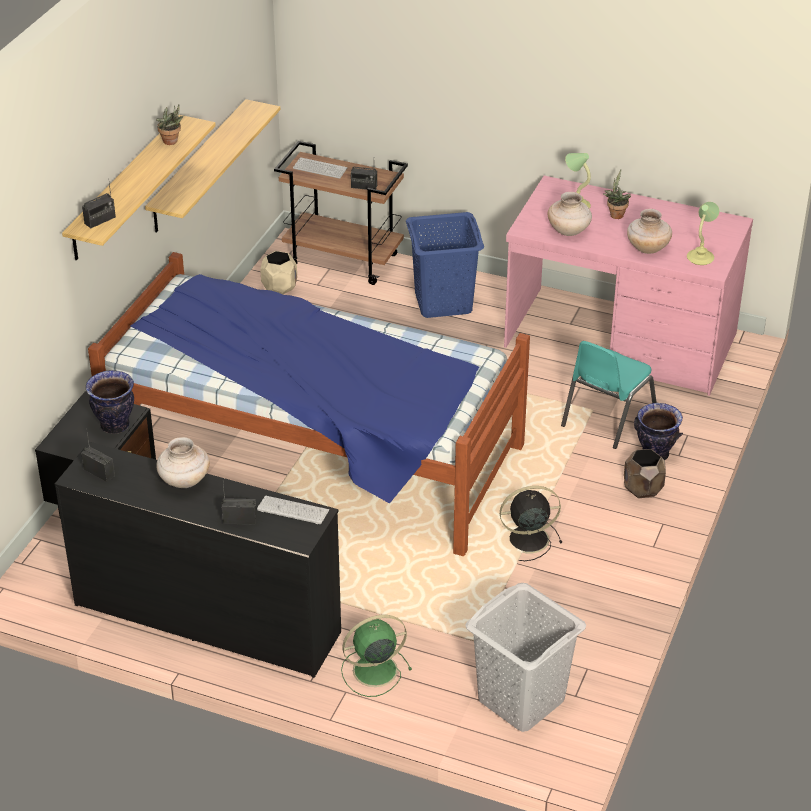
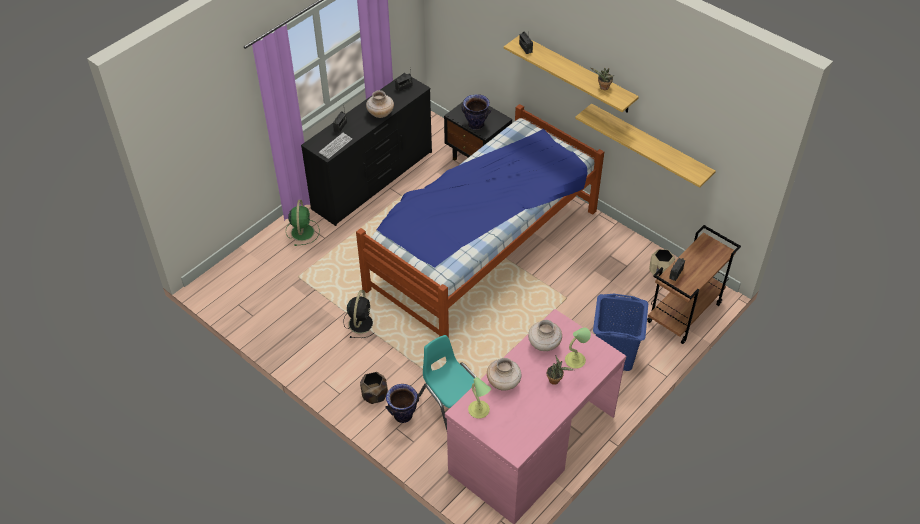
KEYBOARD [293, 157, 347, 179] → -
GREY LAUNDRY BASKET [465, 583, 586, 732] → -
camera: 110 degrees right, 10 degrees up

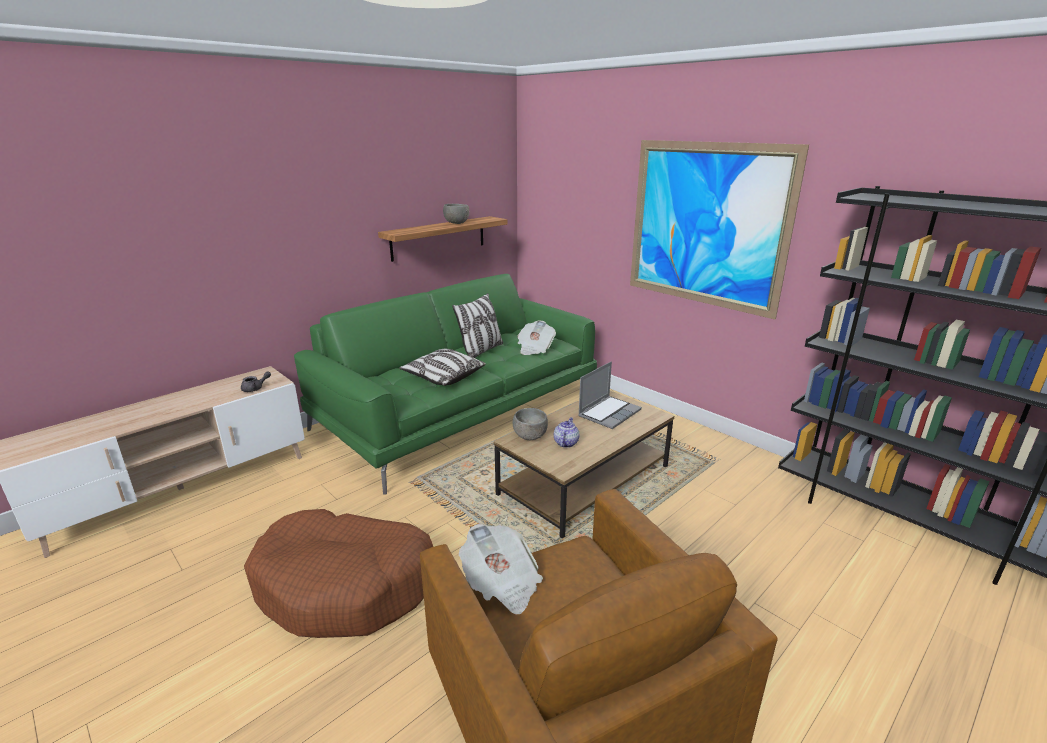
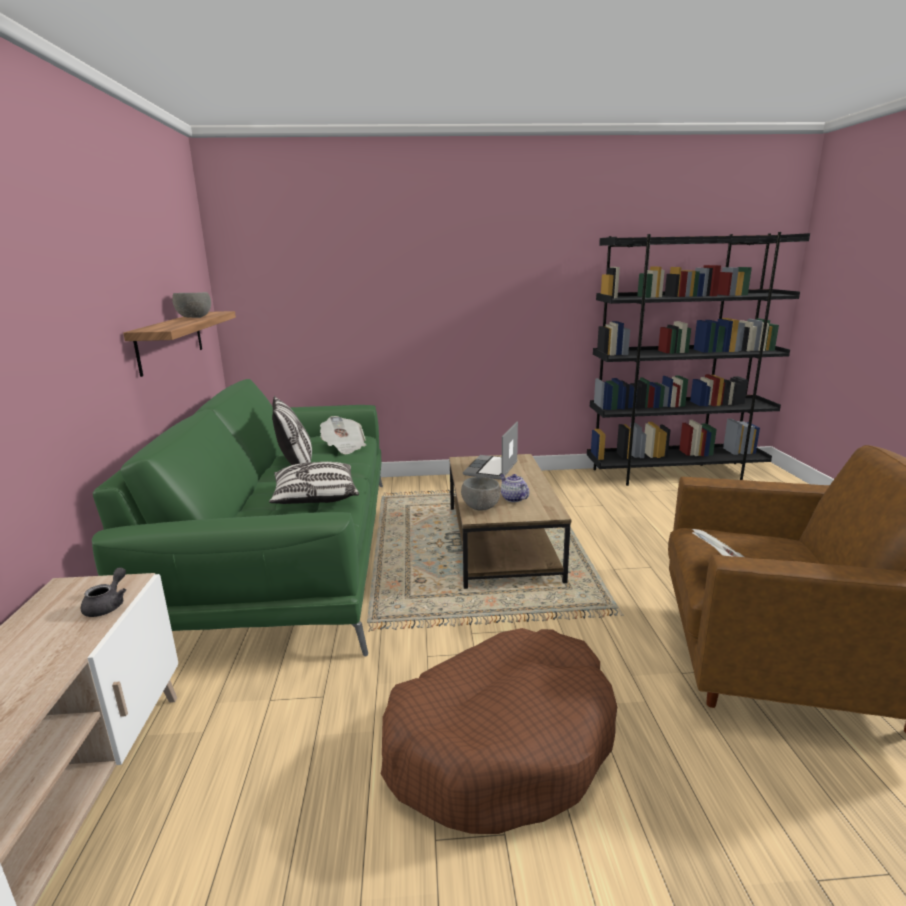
PICTURE [630, 140, 809, 320] → -
LAPTOP [578, 361, 642, 429] → LAPTOP [463, 422, 518, 480], 150 degrees counterclockwise
camera: 50 degrees left, 5 degrees down

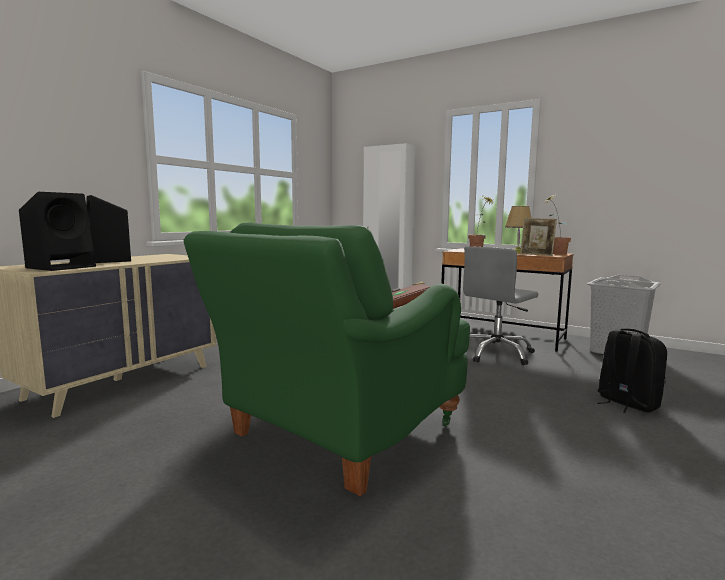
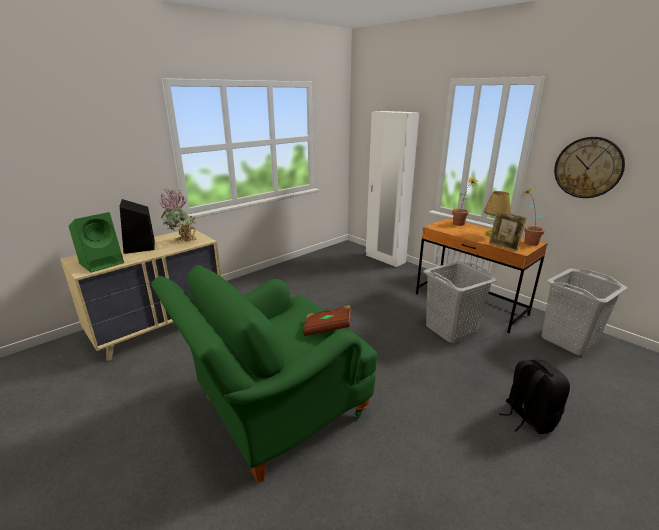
- → POTTED PLANT [158, 189, 197, 243]
- → WALL CLOCK [554, 137, 625, 198]
GREY OFFICE CHAIR [463, 246, 538, 365] → GREY LAUNDRY BASKET [423, 261, 497, 343]
BLACK SPEAKER [19, 192, 96, 271] → GREEN SPEAKER [68, 212, 124, 273]
camera: 15 degrees right, 15 degrees up

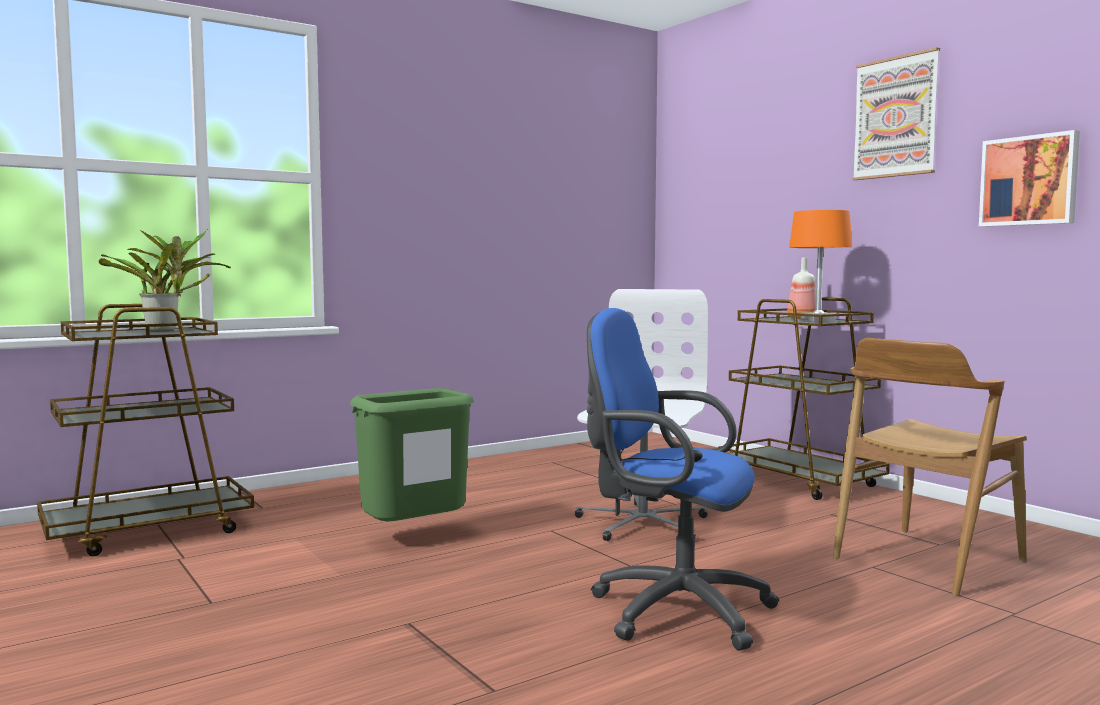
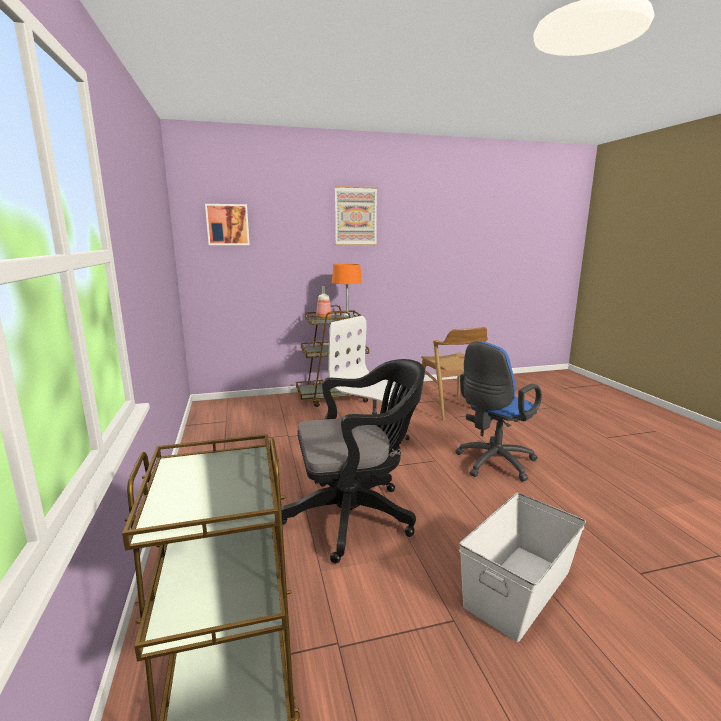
POTTED PLANT [99, 229, 231, 331] → -
- → WHITE STORAGE BOX [459, 493, 586, 642]
PICTURE [979, 130, 1080, 227] → PICTURE [205, 204, 250, 245], moved
GREEN TRASH CAN [350, 388, 474, 521] → BLACK OFFICE CHAIR [281, 359, 425, 564]
camera: 70 degrees left, 10 degrees up

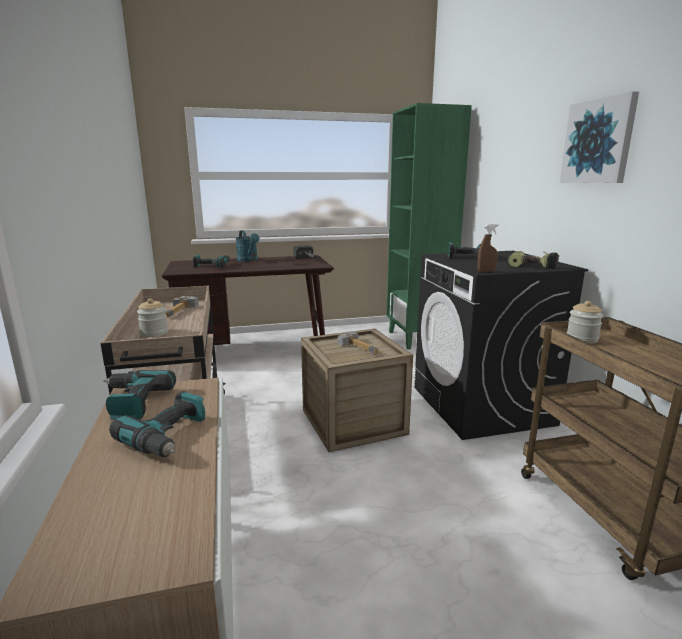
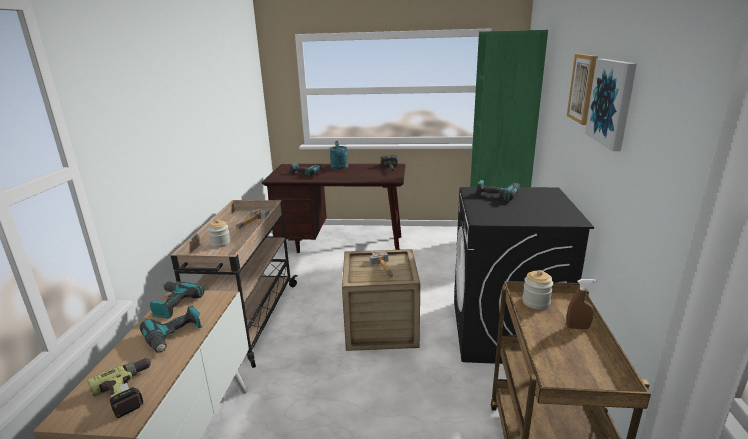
- → PICTURE [567, 54, 598, 125]
BROWN SPRAY BOTTLE [477, 224, 499, 272] → BROWN SPRAY BOTTLE [566, 279, 597, 329], moved
POWER DRILL [508, 251, 560, 269] → POWER DRILL [87, 358, 152, 418], moved
camera: 20 degrees right, 5 degrees up

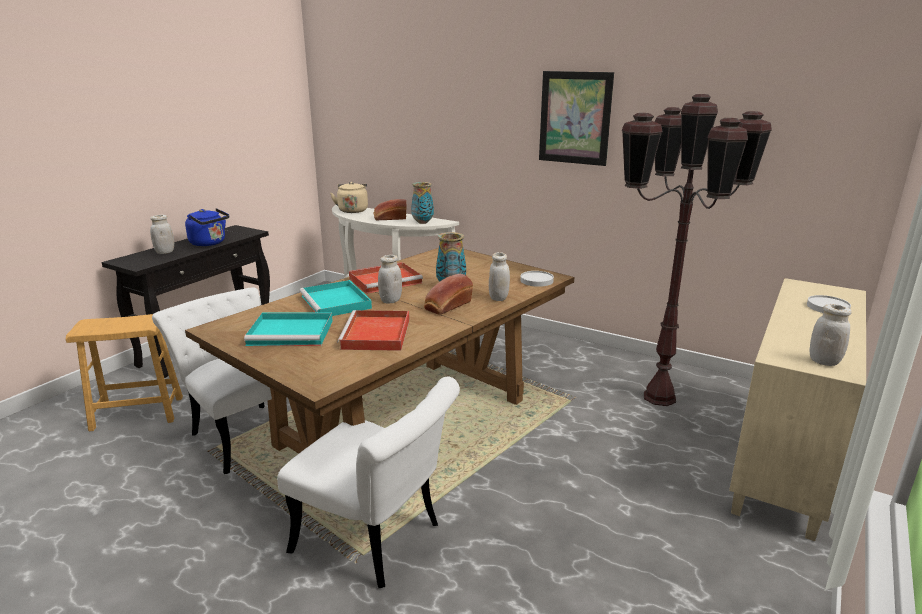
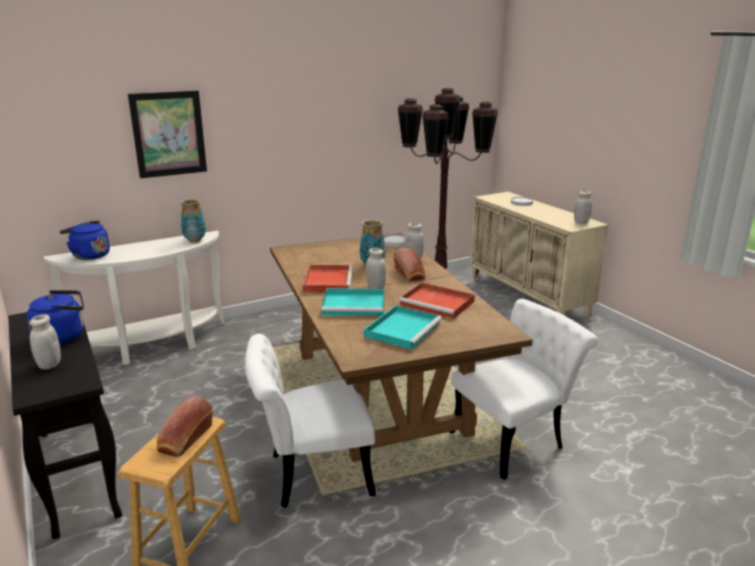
BREAD [374, 199, 407, 221] → BREAD [157, 396, 212, 457], moved
PICTURE [539, 71, 614, 166] → PICTURE [128, 91, 207, 178], moved
BEIGE KETTLE [330, 182, 368, 213] → BLUE KETTLE [60, 220, 110, 260]
camera: 60 degrees left, 0 degrees up

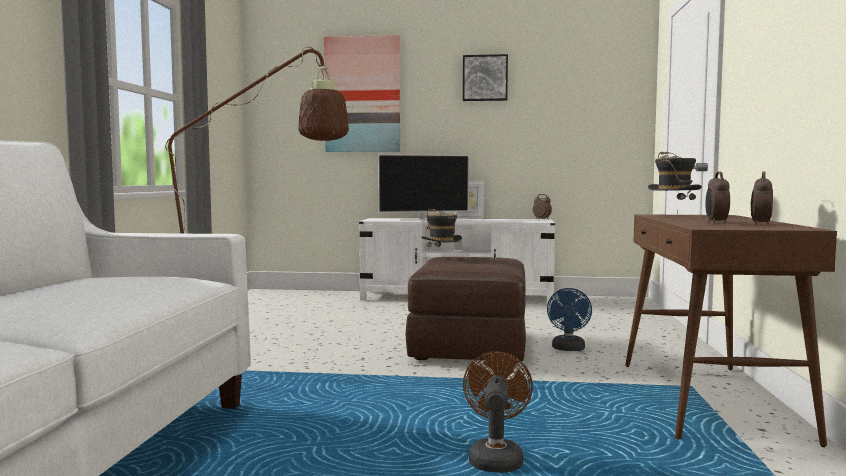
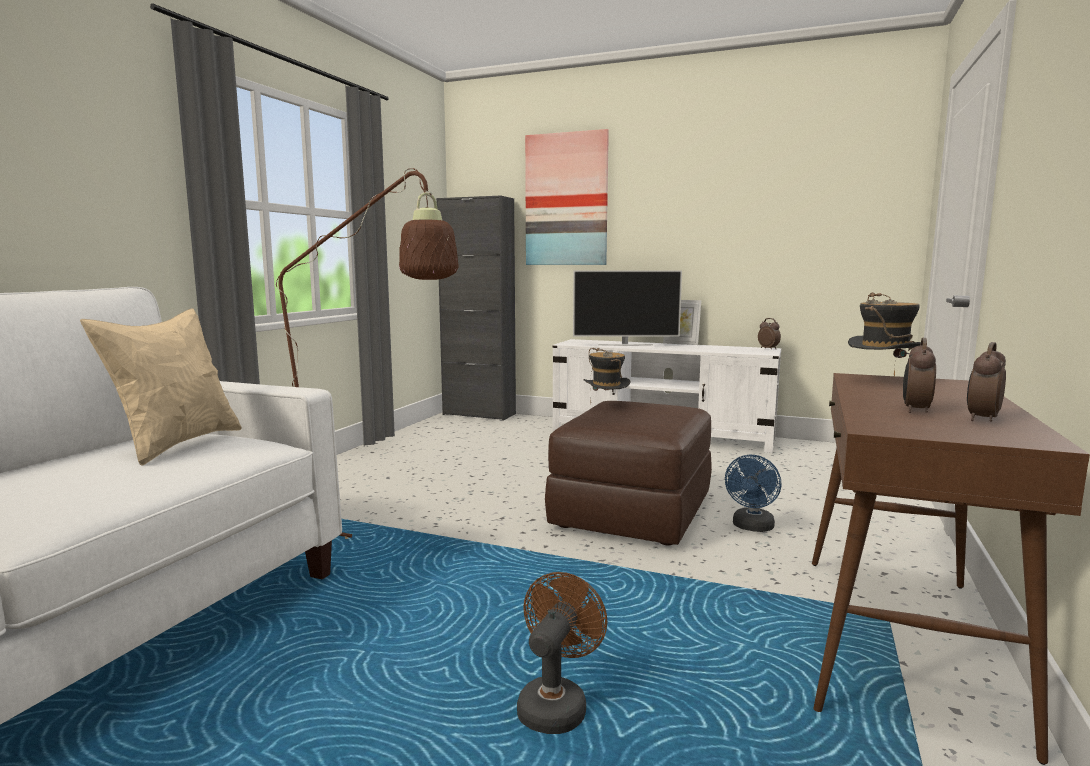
PICTURE [463, 54, 508, 101] → -
- → BEIGE PILLOW [80, 308, 242, 465]
- → BLACK CABINET [436, 195, 516, 421]
camera: 15 degrees right, 5 degrees up

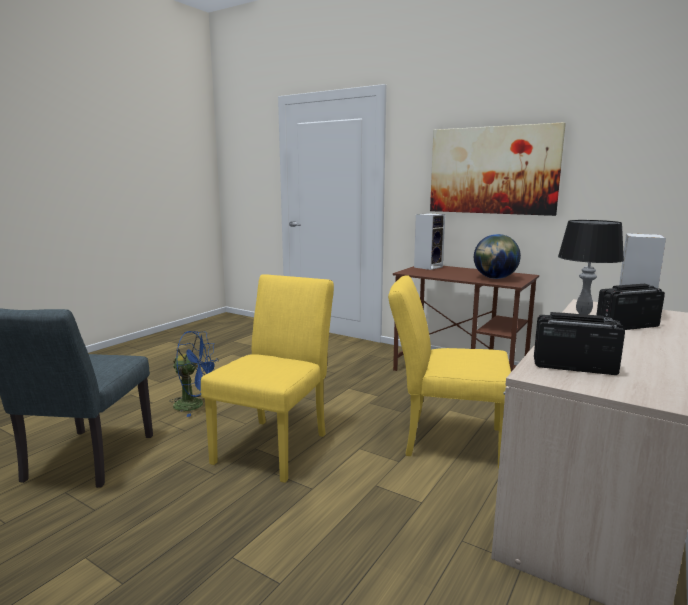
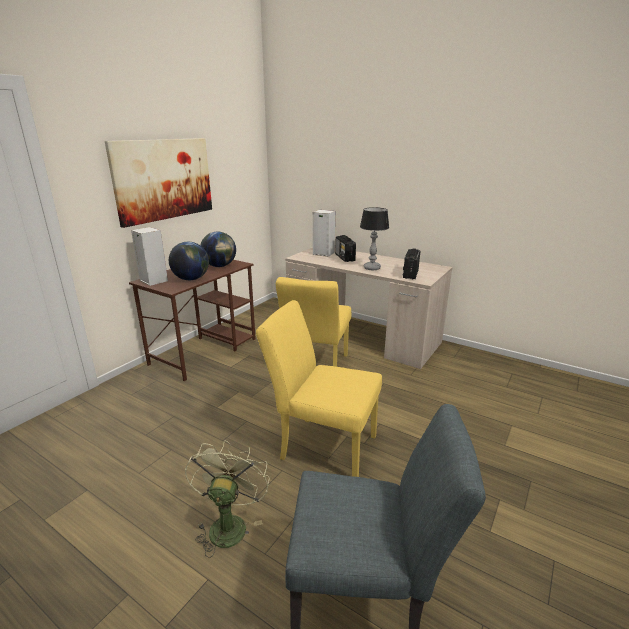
- → GLOBE [169, 242, 209, 280]
BLUE FAN [169, 331, 219, 417] → GREEN FAN [185, 440, 270, 558]
camera: 90 degrees left, 10 degrees up

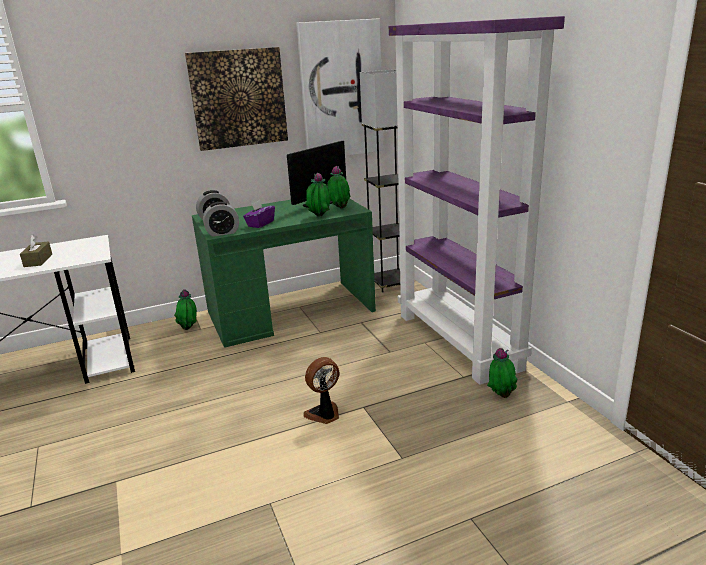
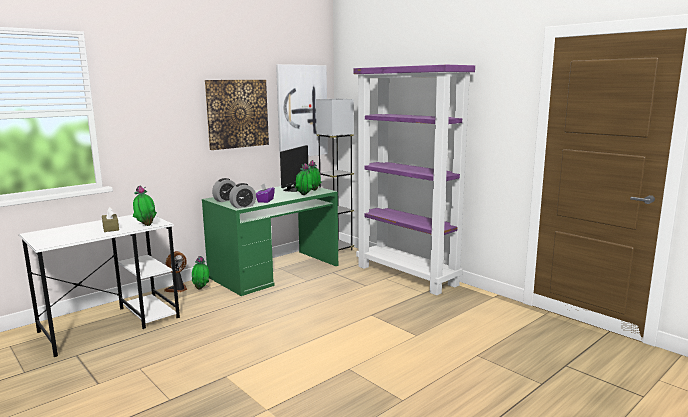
FAN [303, 357, 339, 424] → FAN [164, 251, 187, 292], moved
POTTED PLANT [487, 348, 518, 398] → POTTED PLANT [133, 185, 157, 226], moved
camera: 20 degrees left, 10 degrees down

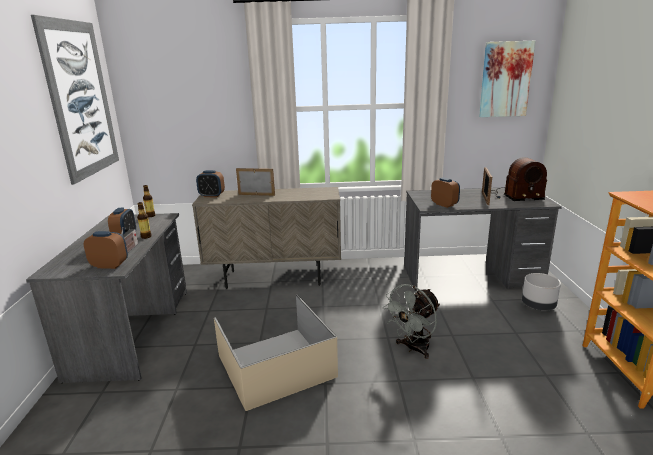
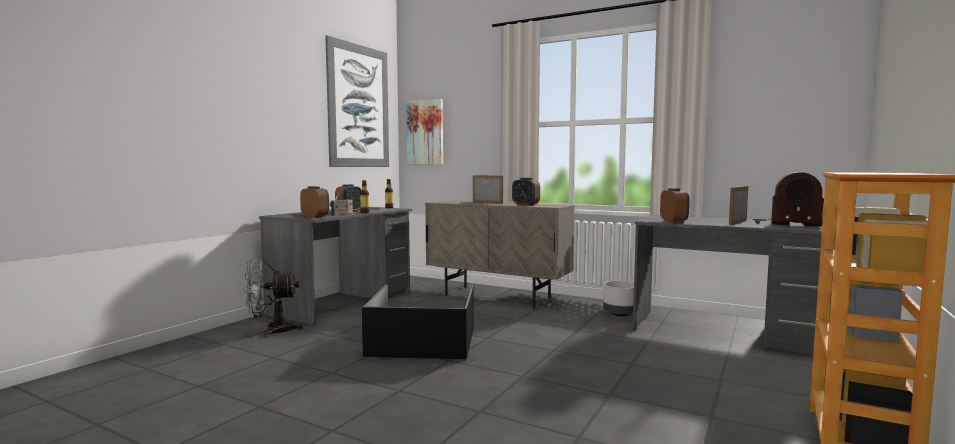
ALARM CLOCK [196, 170, 225, 197] → ALARM CLOCK [512, 178, 540, 206], moved
GREY FAN [382, 284, 440, 359] → GREY FAN [244, 258, 303, 338], moved
PICTURE [479, 41, 535, 117] → PICTURE [406, 99, 443, 165], moved
GREY PLANTER [522, 273, 561, 310] → GREY PLANTER [603, 281, 634, 317], moved
BEIGE STORAGE BOX [214, 295, 338, 411] → BLACK STORAGE BOX [362, 285, 474, 360]
camera: 30 degrees right, 15 degrees down

